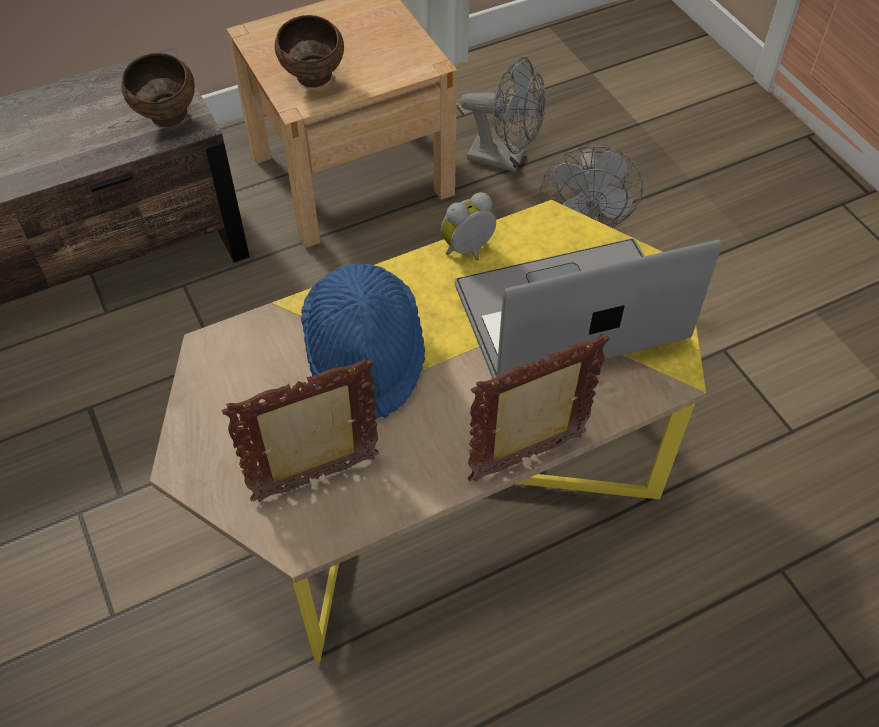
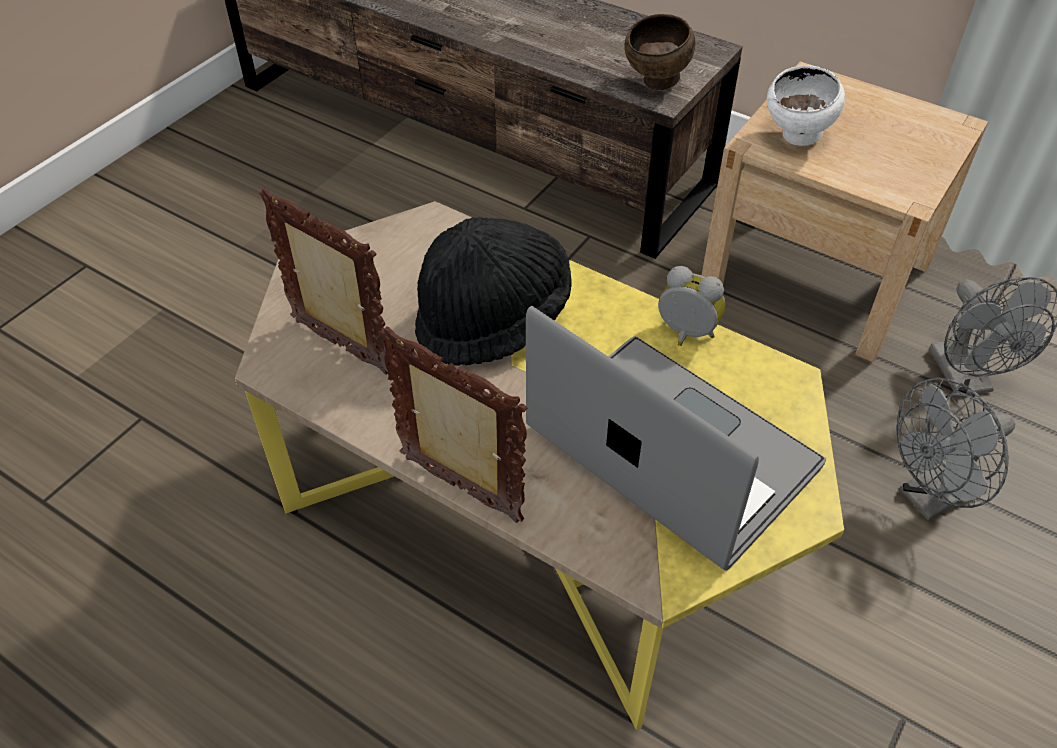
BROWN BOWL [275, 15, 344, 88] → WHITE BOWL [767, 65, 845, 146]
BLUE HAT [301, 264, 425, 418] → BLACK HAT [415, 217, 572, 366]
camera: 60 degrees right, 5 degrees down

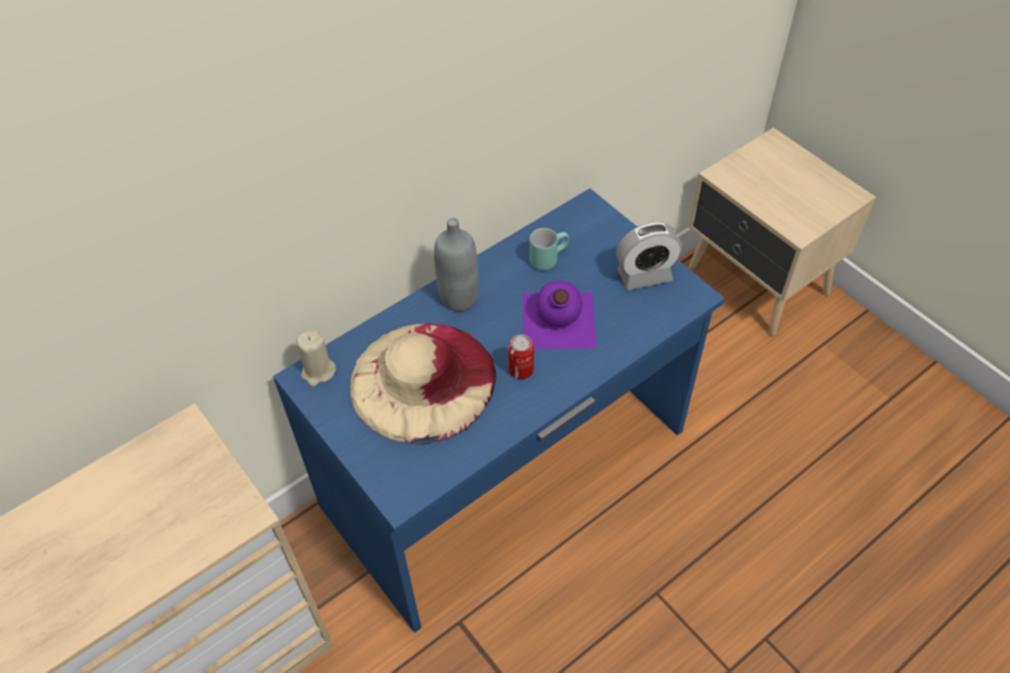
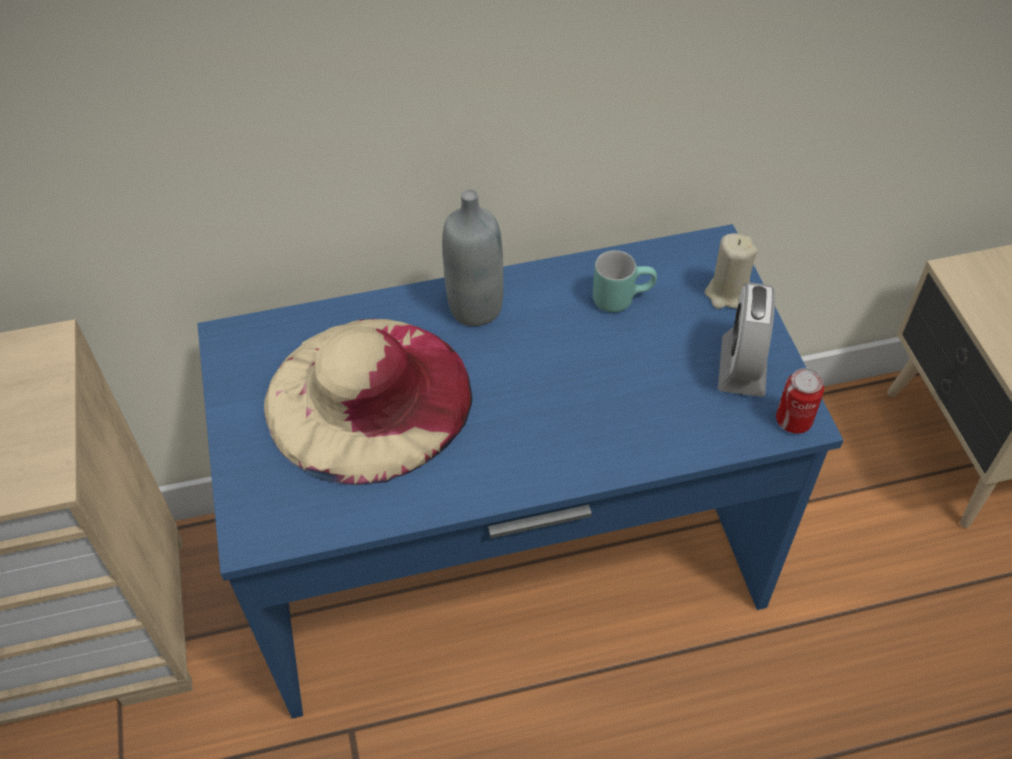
PURPLE BOTTLE [522, 280, 597, 350] → -
BEIGE CANDLE [296, 331, 336, 387] → BEIGE CANDLE [705, 233, 758, 309], moved
CAN [508, 334, 534, 379] → CAN [776, 368, 824, 434], moved
ALARM CLOCK [616, 222, 682, 290] → ALARM CLOCK [718, 282, 775, 397], 90 degrees clockwise
camera: 25 degrees right, 0 degrees up

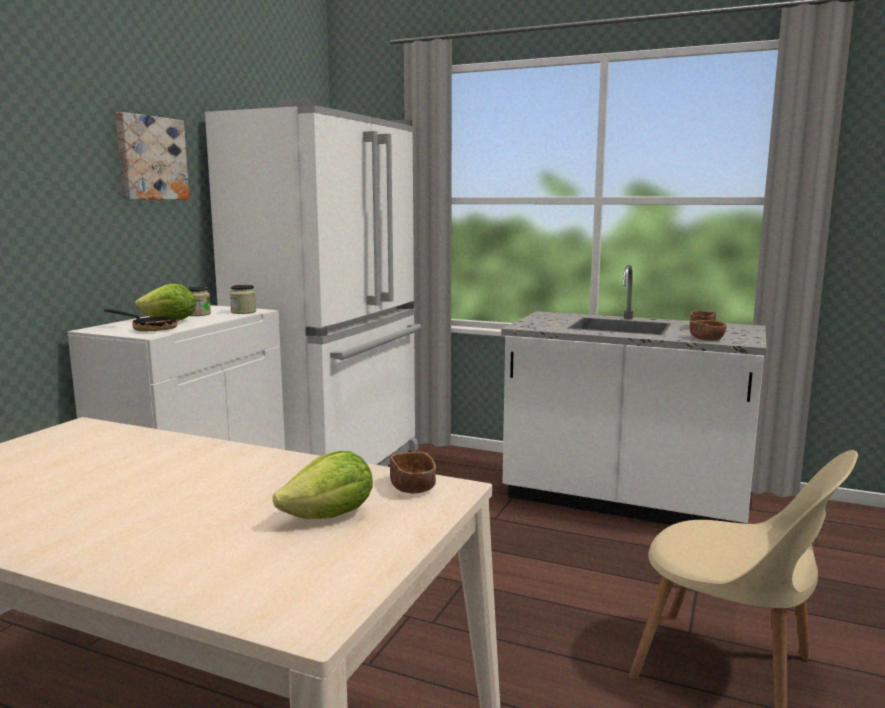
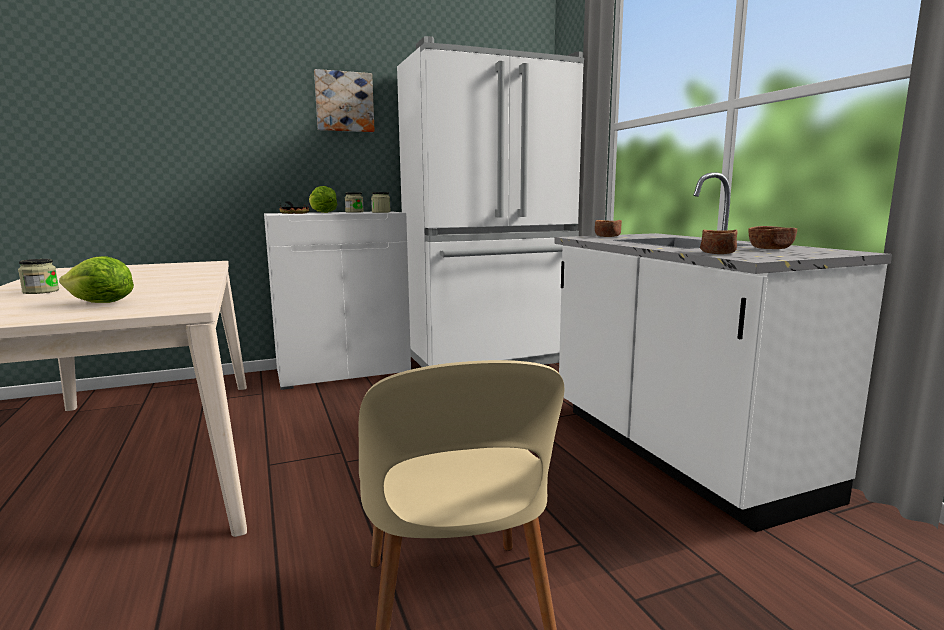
- → JAR [18, 259, 59, 294]
BROWN BOWL [390, 452, 436, 493] → BROWN BOWL [595, 220, 622, 237], moved
camera: 45 degrees right, 0 degrees up

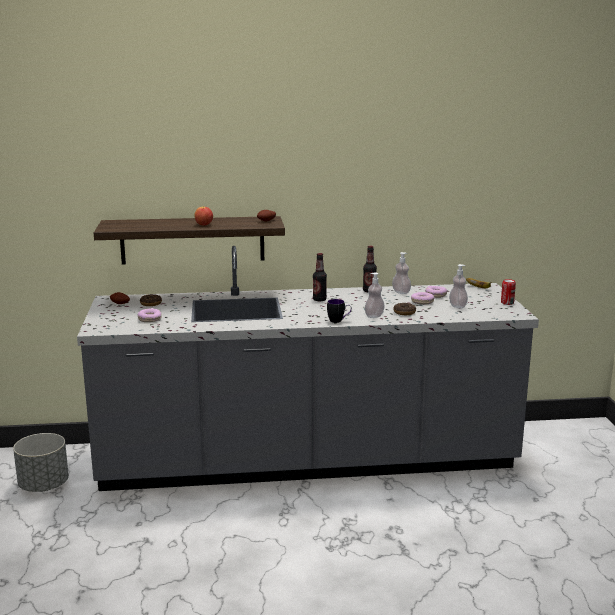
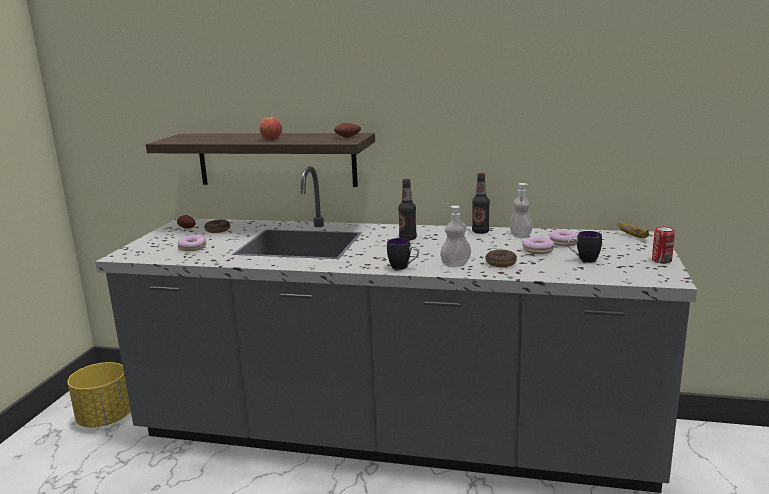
SOAP DISPENSER [449, 264, 468, 308] → MUG [568, 231, 602, 263]
GREY PLANTER [13, 433, 69, 492] → YELLOW PLANTER [67, 362, 131, 427]
camera: 20 degrees right, 0 degrees up

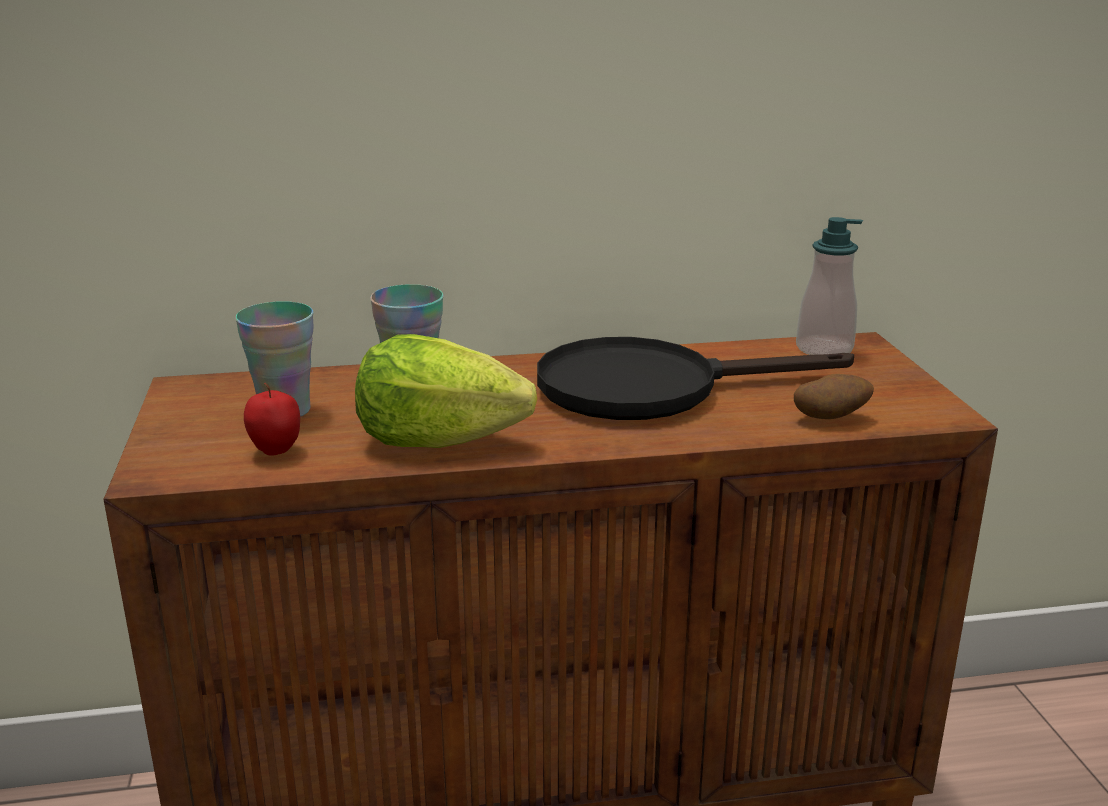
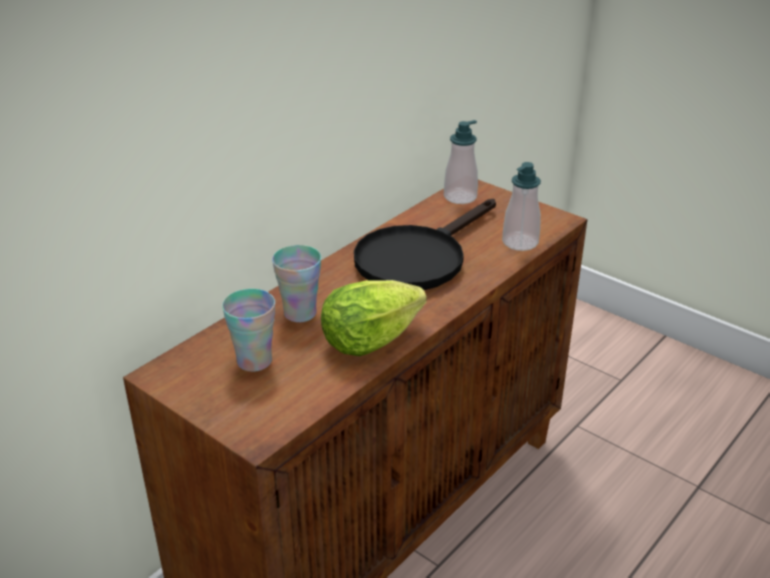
APPLE [244, 383, 300, 456] → -
POTATO [794, 374, 874, 419] → SOAP DISPENSER [502, 162, 541, 251]
camera: 40 degrees left, 10 degrees up

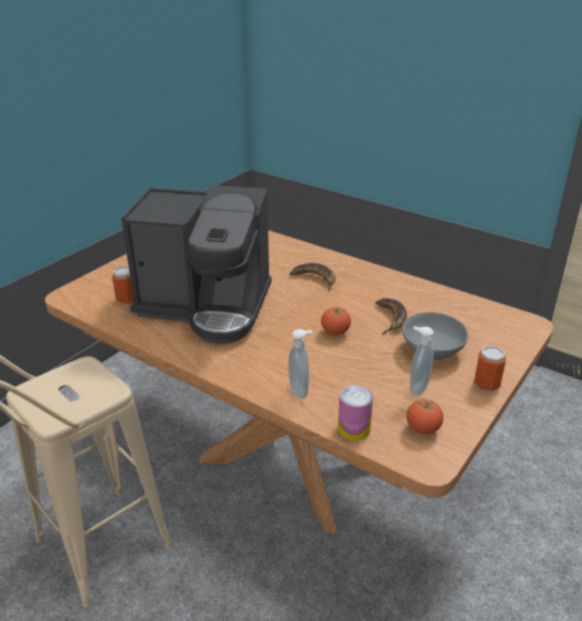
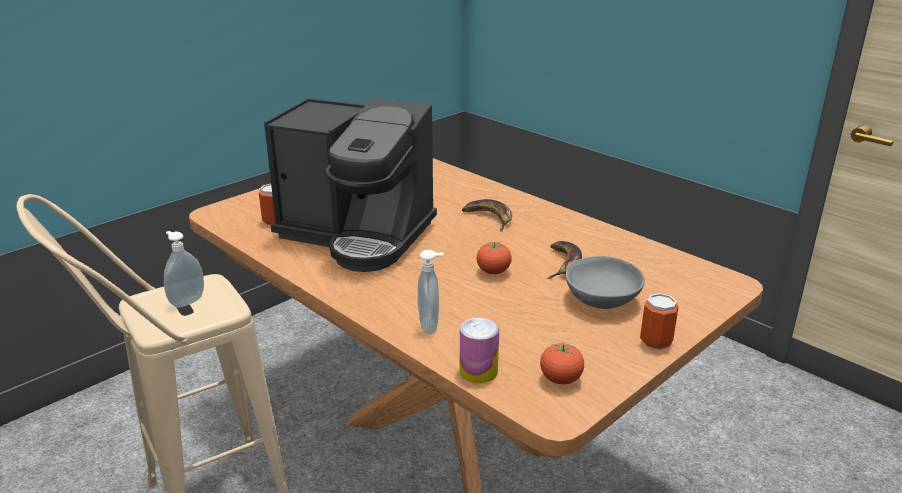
SOAP DISPENSER [410, 326, 434, 396] → SOAP DISPENSER [164, 231, 204, 308], moved
camera: 10 degrees right, 5 degrees down

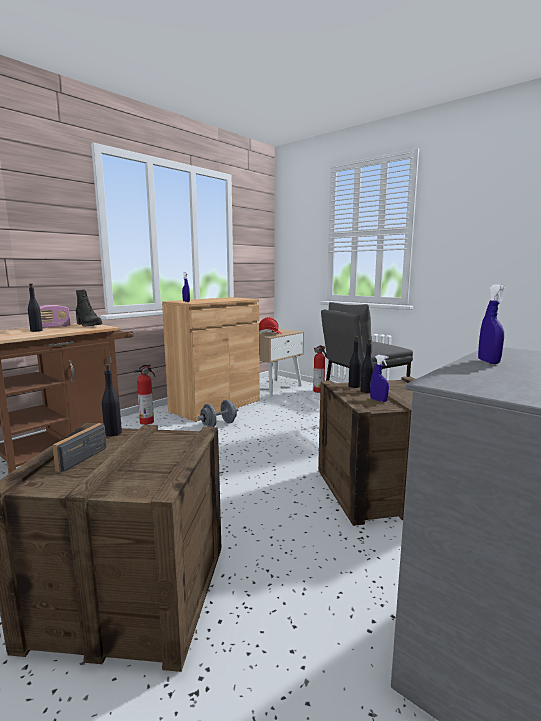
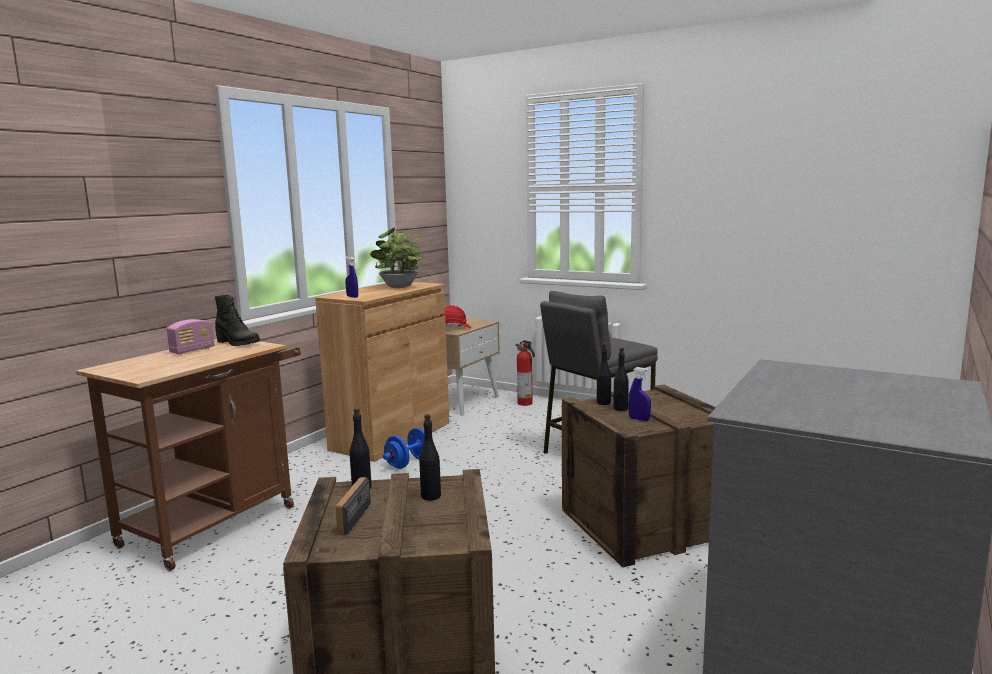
FIRE EXTINGUISHER [134, 364, 155, 425] → -
BLUE SPRAY BOTTLE [478, 284, 506, 364] → -
- → POTTED PLANT [370, 228, 422, 288]
BLACK BOTTLE [28, 283, 42, 332] → BLACK BOTTLE [419, 414, 441, 501], moved
GREY DUMBBELL [198, 400, 238, 427] → BLUE DUMBBELL [383, 428, 425, 469]
camera: 10 degrees left, 0 degrees up

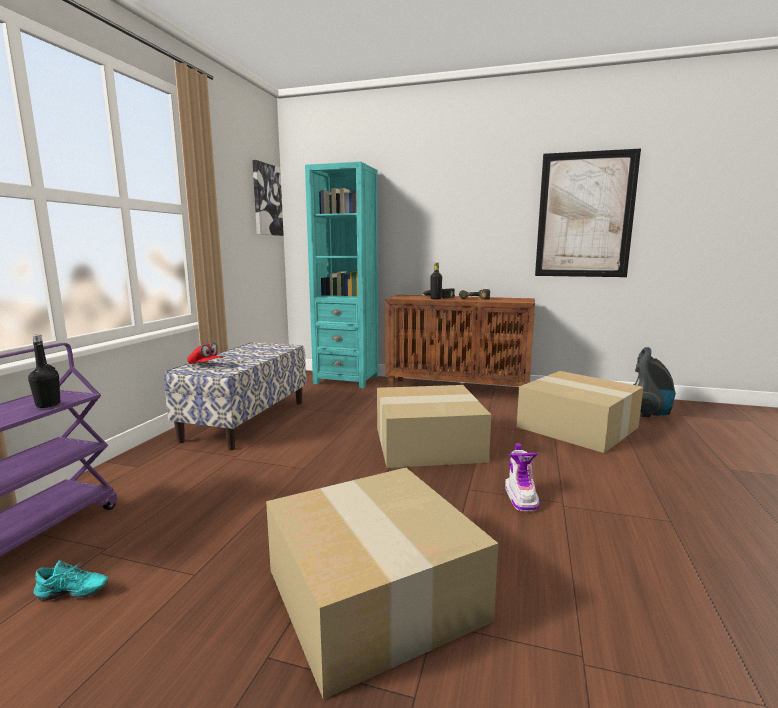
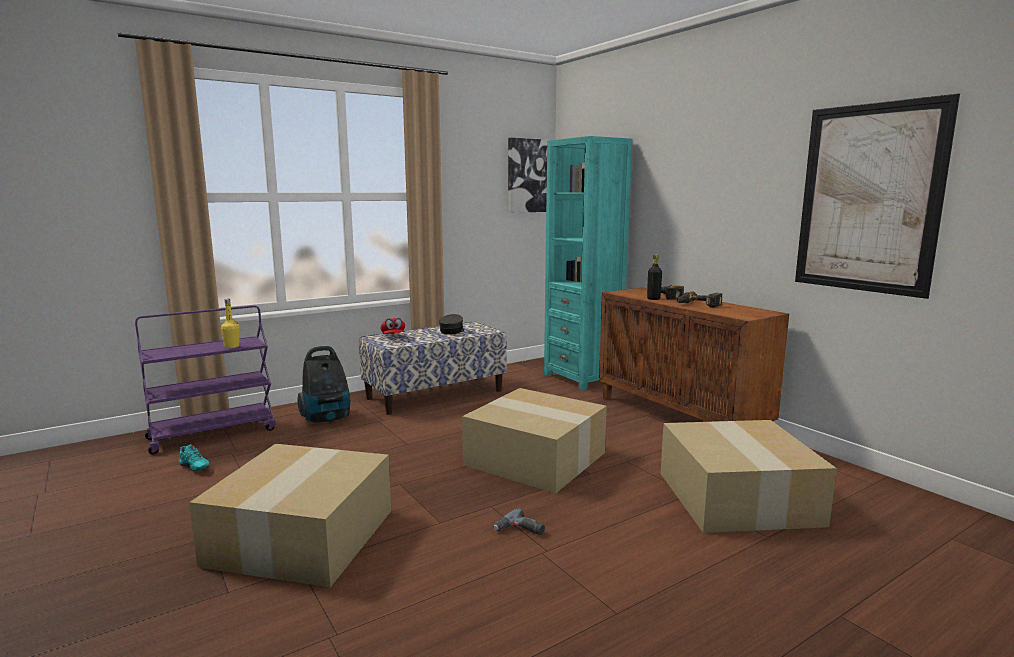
- → GREY CAP [439, 314, 464, 335]
VACUUM CLEANER [633, 347, 676, 417] → VACUUM CLEANER [297, 346, 350, 423], moved
BOOT [505, 444, 540, 512] → POWER DRILL [493, 508, 545, 535]
BLACK BOTTLE [28, 334, 61, 408] → YELLOW BOTTLE [221, 299, 240, 348]
camera: 40 degrees right, 0 degrees up

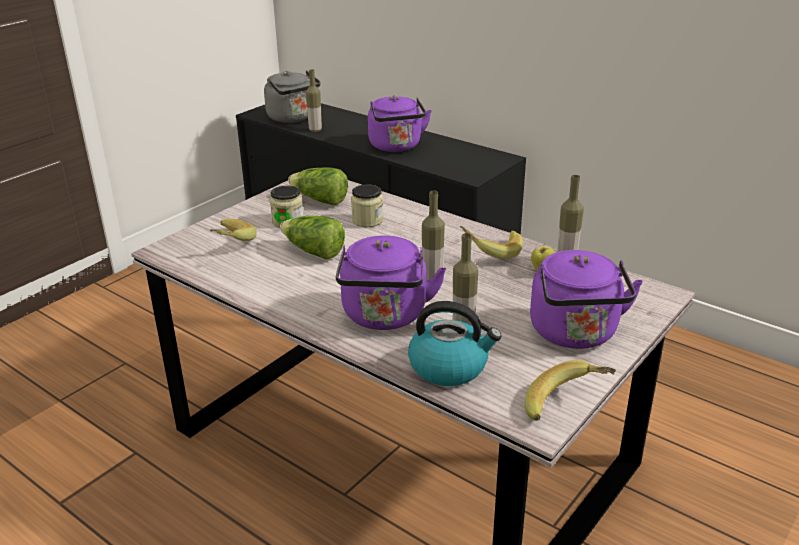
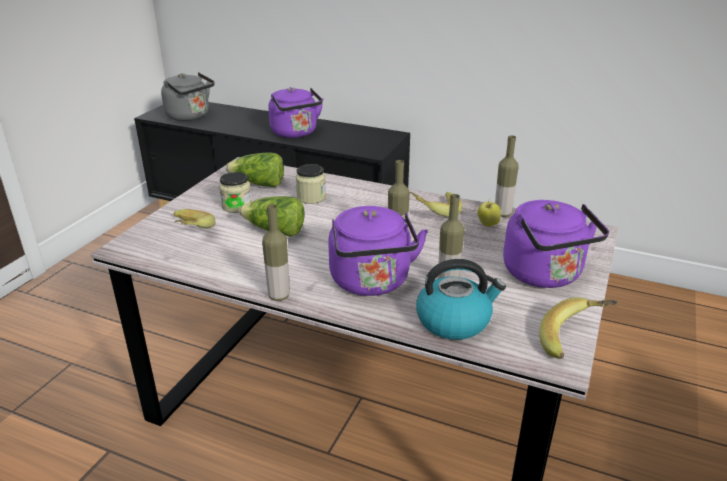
BOTTLE [306, 69, 322, 132] → BOTTLE [262, 204, 289, 301], moved
camera: 15 degrees left, 0 degrees up

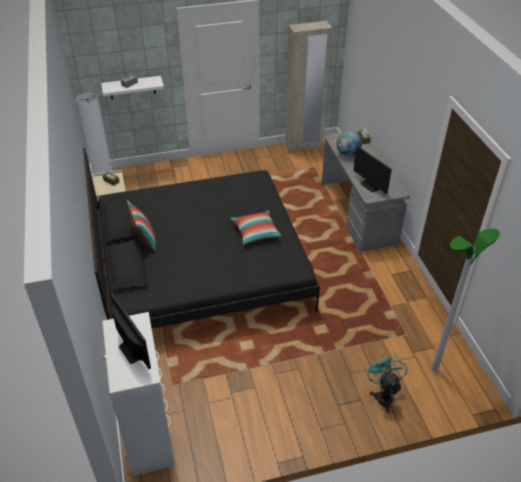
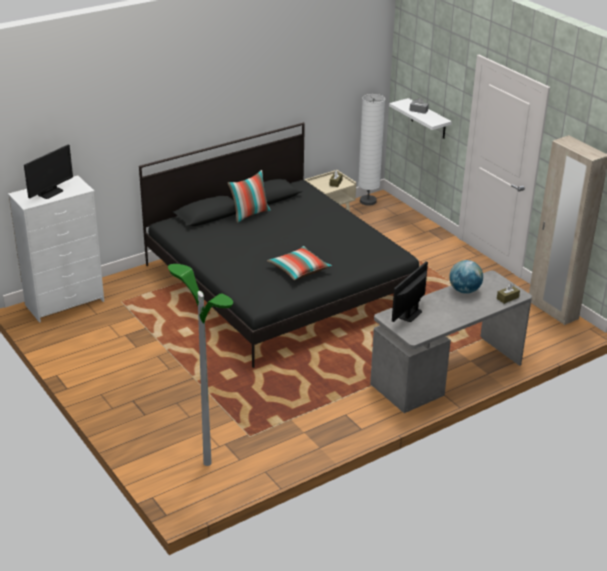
TURQUOISE FAN [366, 354, 407, 413] → -
camera: 70 degrees right, 10 degrees down

